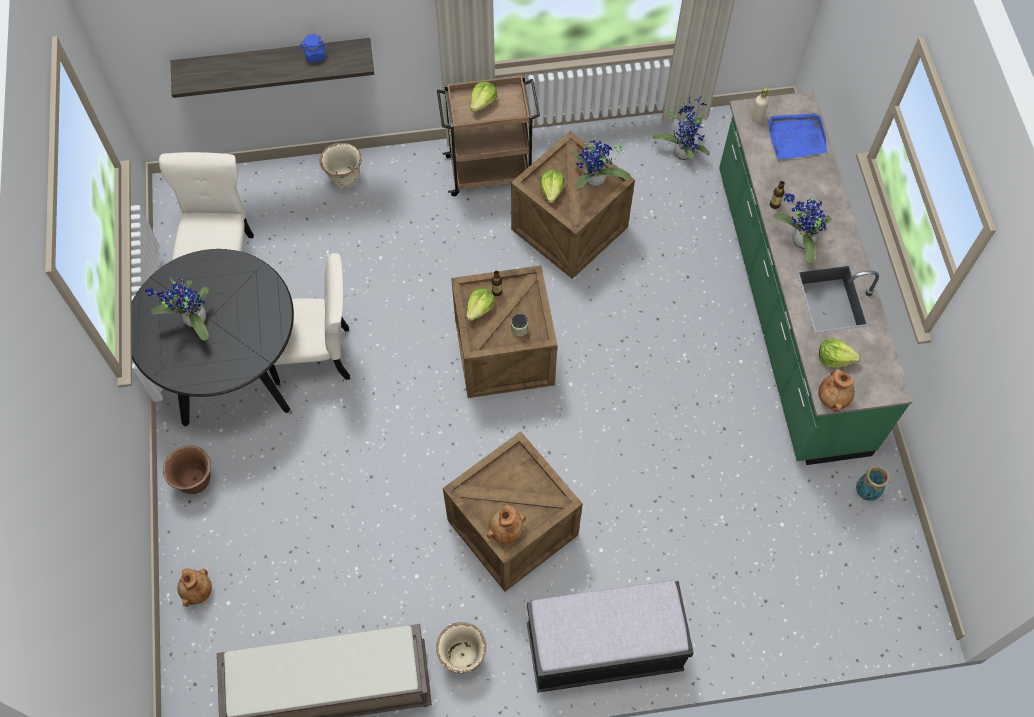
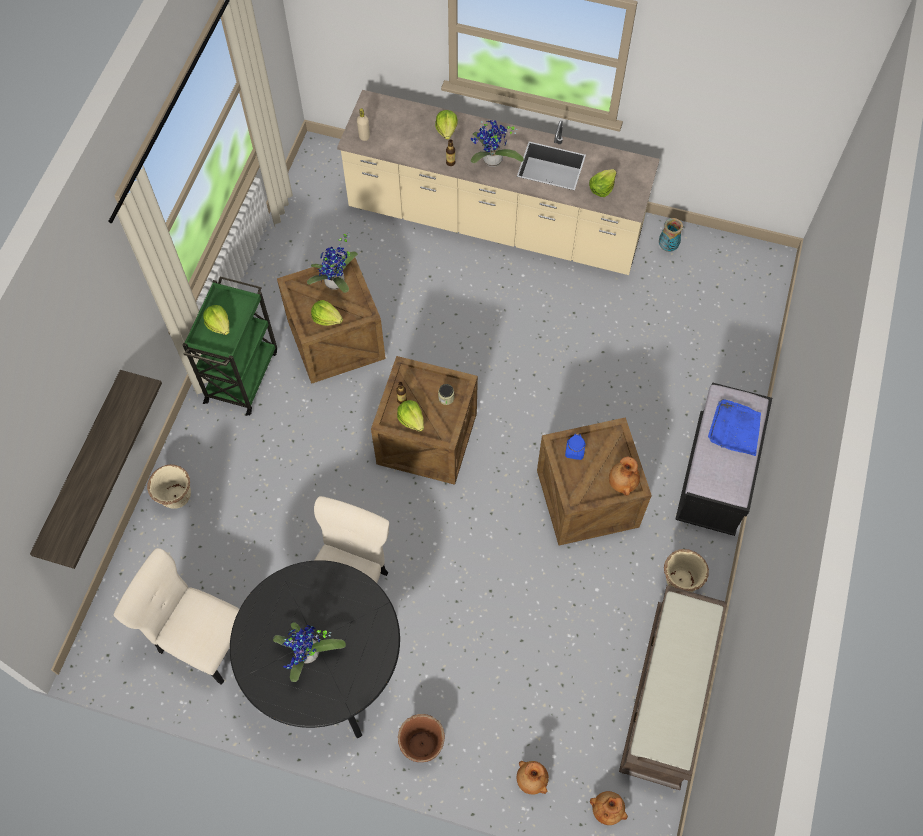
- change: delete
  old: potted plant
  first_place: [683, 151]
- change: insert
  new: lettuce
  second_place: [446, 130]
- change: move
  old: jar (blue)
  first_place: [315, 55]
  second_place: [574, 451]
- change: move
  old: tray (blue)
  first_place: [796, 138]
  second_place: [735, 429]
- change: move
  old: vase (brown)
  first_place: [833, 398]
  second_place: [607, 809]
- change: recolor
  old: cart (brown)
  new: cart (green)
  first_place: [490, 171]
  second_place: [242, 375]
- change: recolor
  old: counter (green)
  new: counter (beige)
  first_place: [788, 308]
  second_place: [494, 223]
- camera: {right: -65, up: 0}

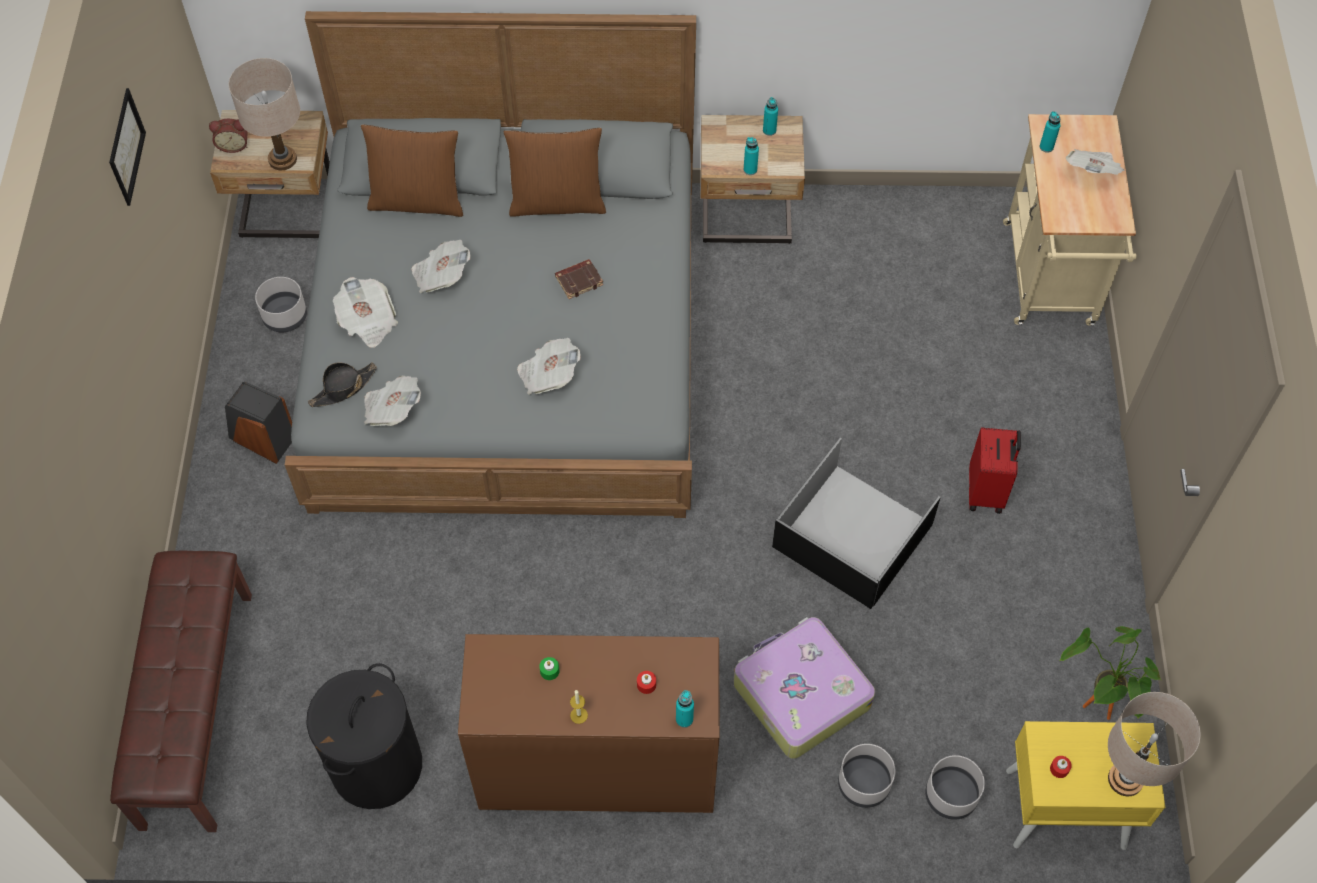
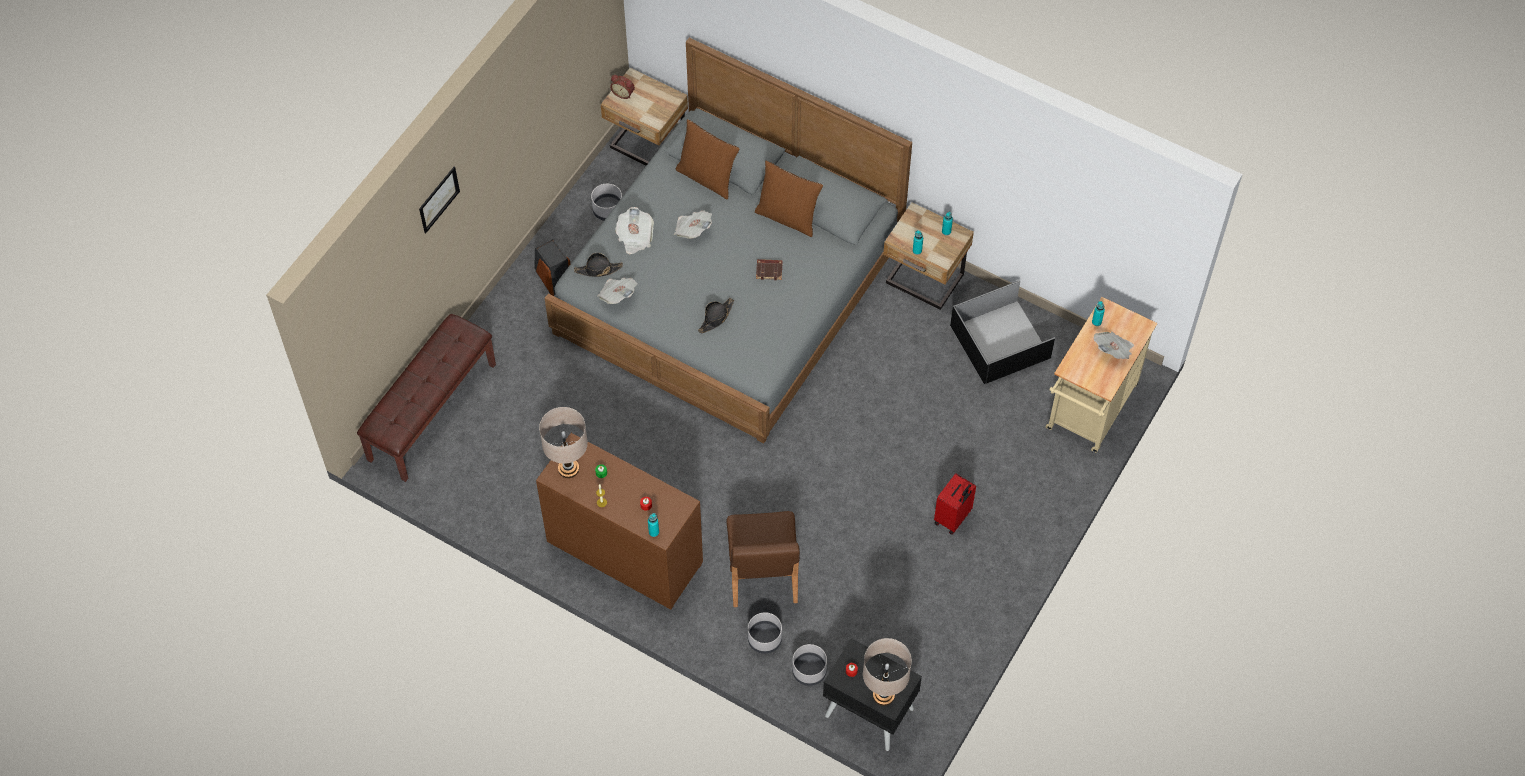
- change: delete
  old: laundry basket (black)
  first_place: [377, 765]
- change: delete
  old: potted plant
  first_place: [1094, 711]
- change: move
  old: picture
  first_place: [126, 147]
  second_place: [439, 199]
- change: move
  old: table lamp (beige)
  first_place: [283, 159]
  second_place: [568, 468]
- change: move
  old: storage box (black)
  first_place: [854, 536]
  second_place: [1001, 342]
- change: replace
  old: newspaper
  new: hat (black)
  first_place: [548, 375]
  second_place: [716, 318]
- change: replace
  old: suitcase
  new: chair (brown)
  first_place: [800, 694]
  second_place: [762, 573]
- change: recolor
  old: nightstand (yellow)
  new: nightstand (black)
  first_place: [1065, 808]
  second_place: [868, 712]
- camera: {right: 30, up: 0}

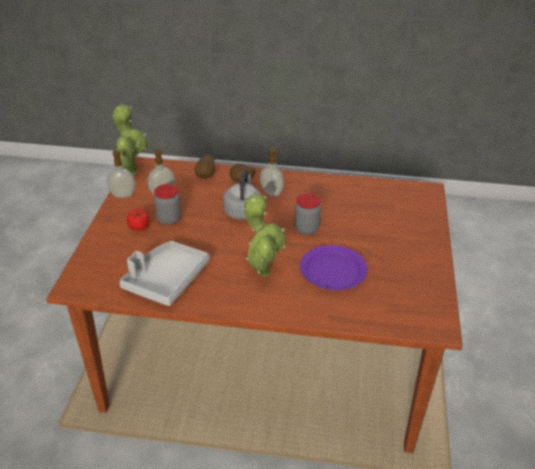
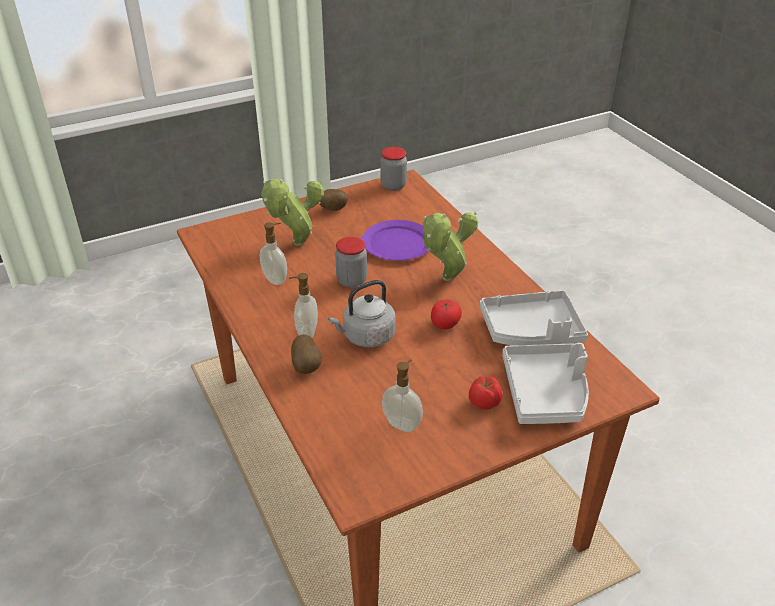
- change: insert
  new: tomato
  second_place: [445, 324]
- change: insert
  new: tray (grey)
  second_place: [546, 393]
- change: move
  old: soap dispenser
  first_place: [123, 195]
  second_place: [276, 279]
- change: move
  old: potted plant
  first_place: [132, 171]
  second_place: [296, 245]
- change: move
  old: jar
  first_place: [169, 219]
  second_place: [393, 185]
- change: move
  old: potato
  first_place: [206, 176]
  second_place: [332, 209]
- camera: {right: -125, up: 0}

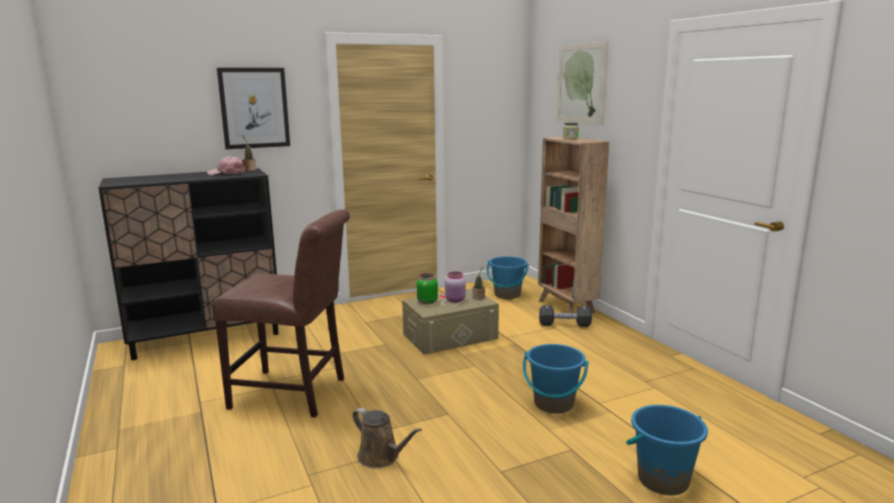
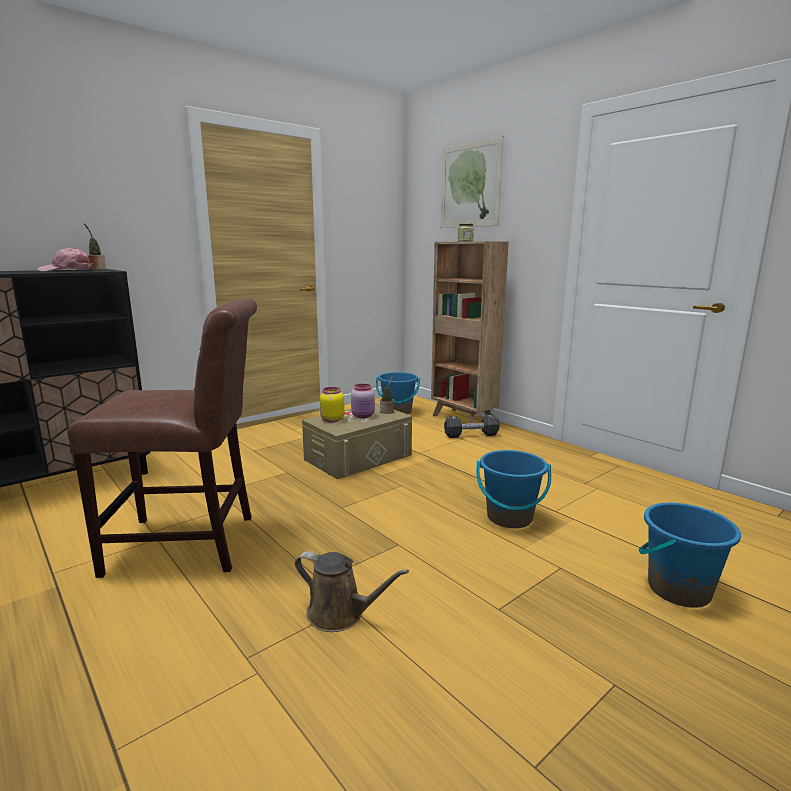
- change: delete
  old: picture
  first_place: [254, 108]
- change: recolor
  old: jar (green)
  new: jar (yellow)
  first_place: [426, 302]
  second_place: [331, 420]
- camera: {right: -15, up: 0}

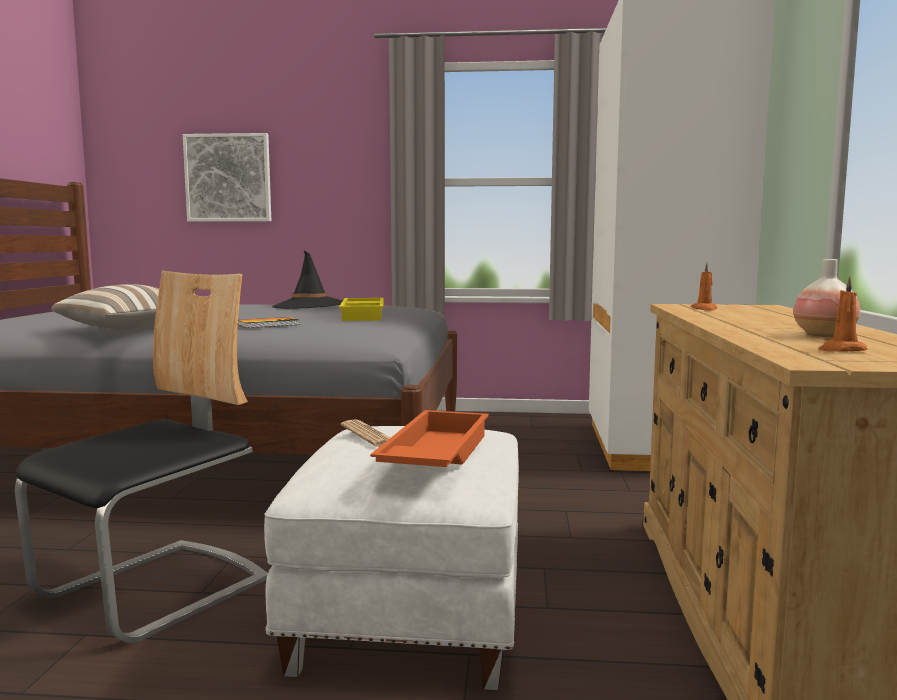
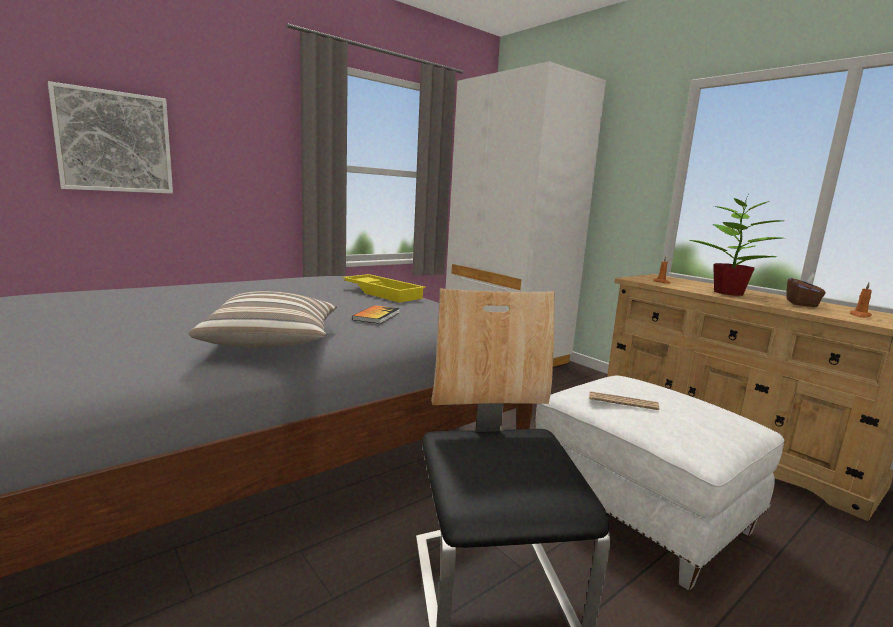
- change: delete
  old: hat (black)
  first_place: [309, 306]
- change: delete
  old: tray (orange)
  first_place: [433, 454]
- change: insert
  new: potted plant
  second_place: [729, 293]
- change: replace
  old: vase
  new: tissue box (brown)
  first_place: [824, 335]
  second_place: [802, 303]
- camera: {right: -45, up: 5}

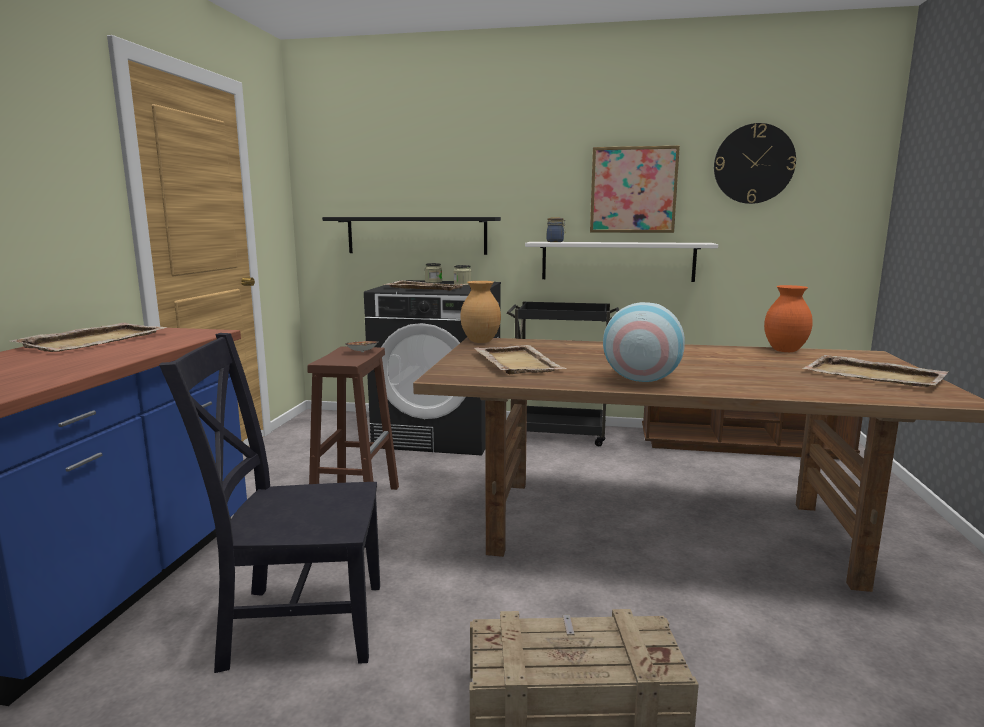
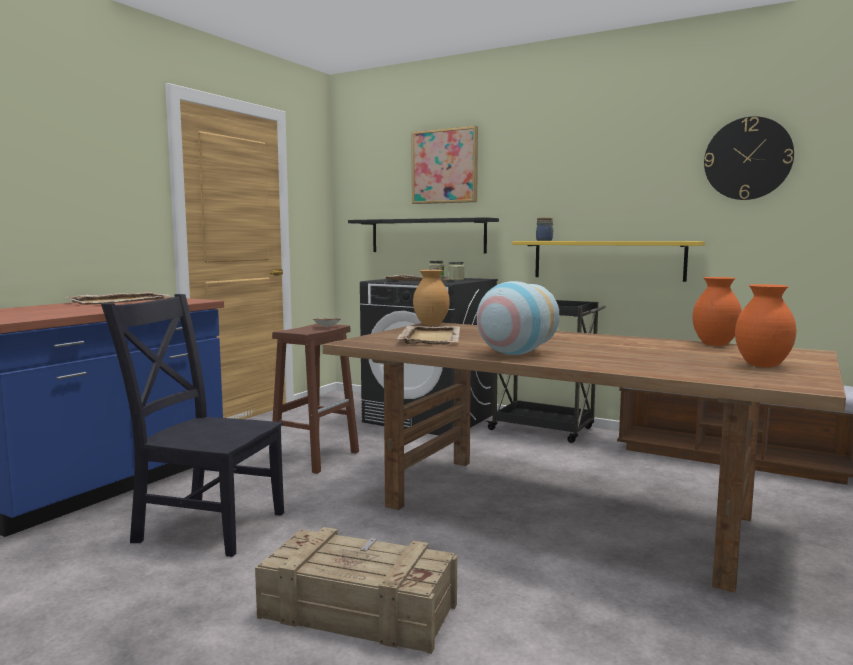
- change: move
  old: picture
  first_place: [633, 190]
  second_place: [445, 166]
- change: replace
  old: tray (beige)
  new: vase (orange)
  first_place: [874, 376]
  second_place: [763, 366]
- change: recolor
  old: shelf (white)
  new: shelf (yellow)
  first_place: [617, 261]
  second_place: [607, 260]
- camera: {right: 20, up: -5}

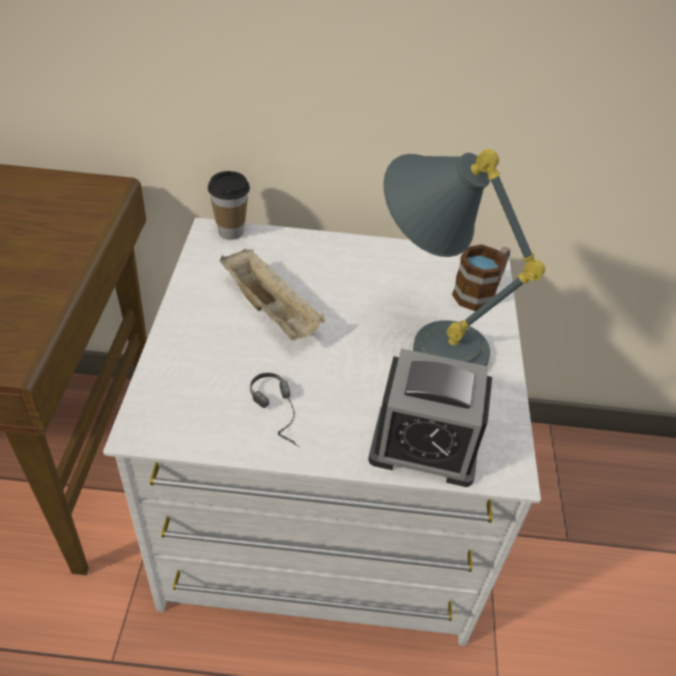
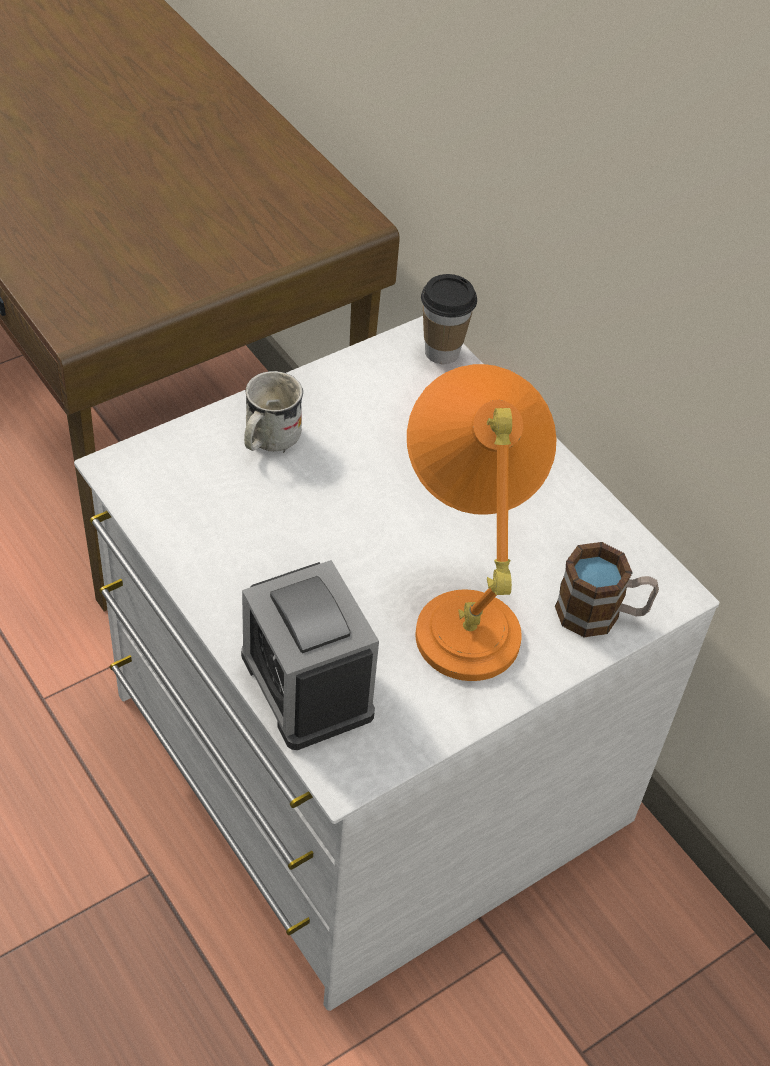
- change: delete
  old: tray (beige)
  first_place: [272, 311]
- change: delete
  old: headphones
  first_place: [284, 417]
- change: insert
  new: mug (white)
  second_place: [267, 440]
- change: recolor
  old: table lamp (grey)
  new: table lamp (orange)
  first_place: [425, 339]
  second_place: [463, 605]
- camera: {right: 50, up: 5}

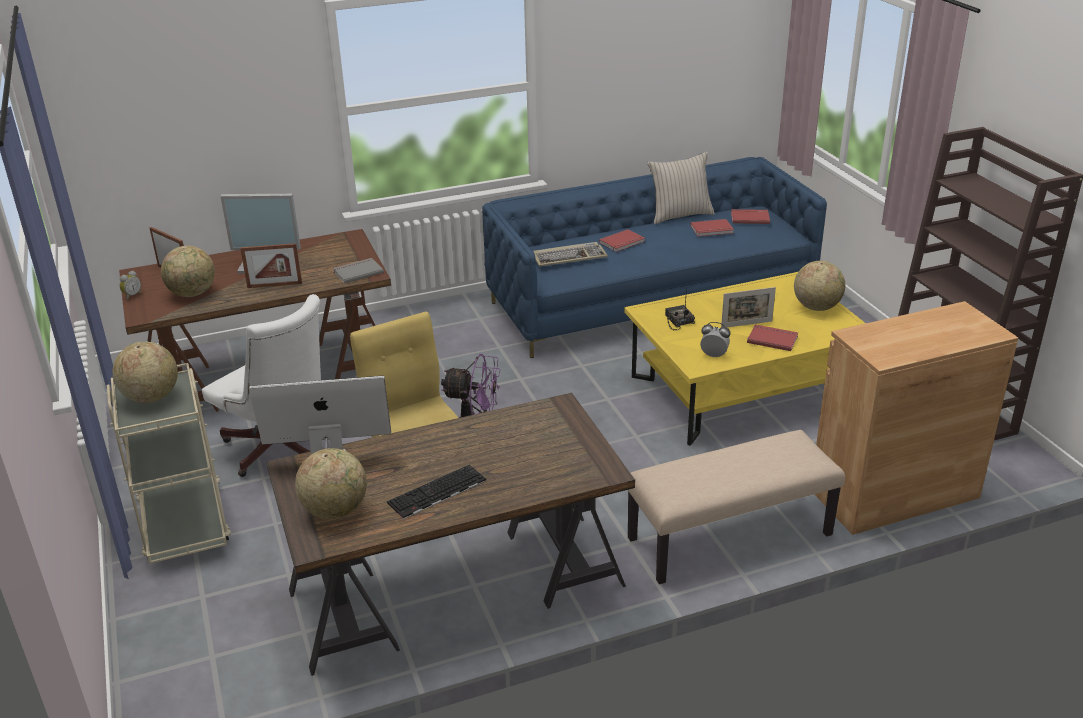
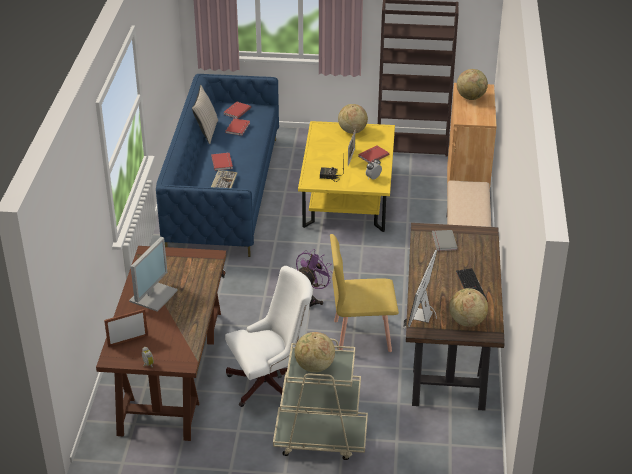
- change: delete
  old: picture frame
  first_place: [274, 285]
- change: move
  old: globe
  first_place: [193, 294]
  second_place: [471, 97]
- change: move
  old: book (grey)
  first_place: [357, 272]
  second_place: [443, 241]
- camera: {right: -65, up: 5}

